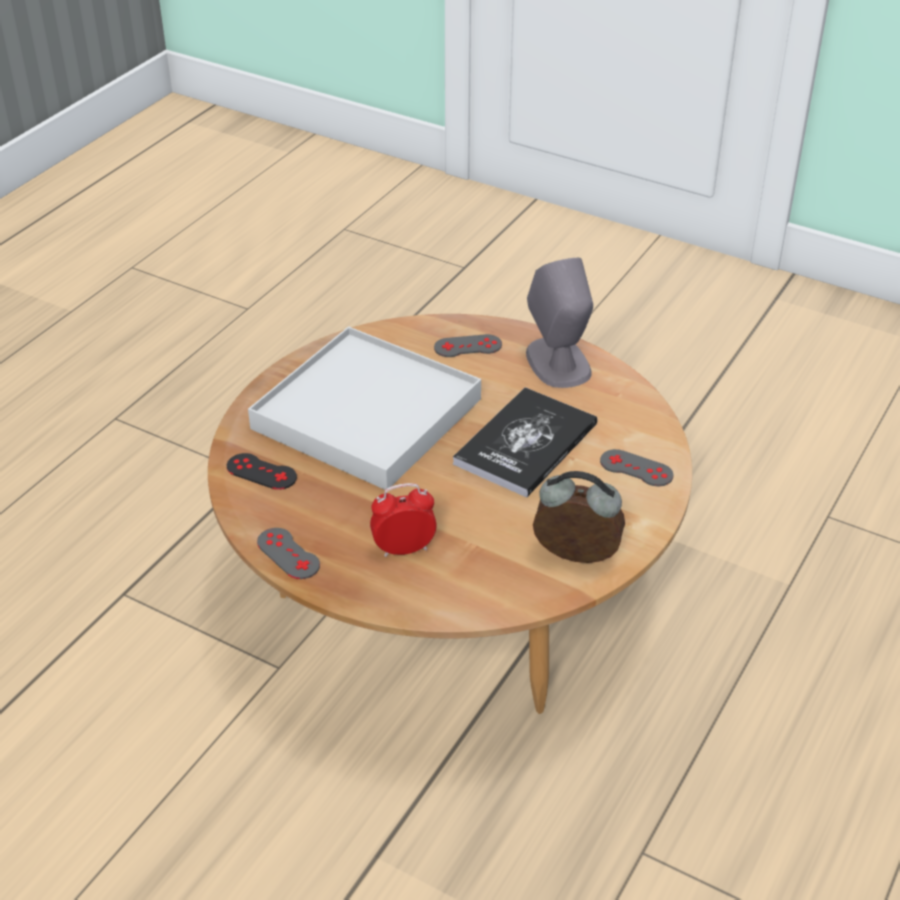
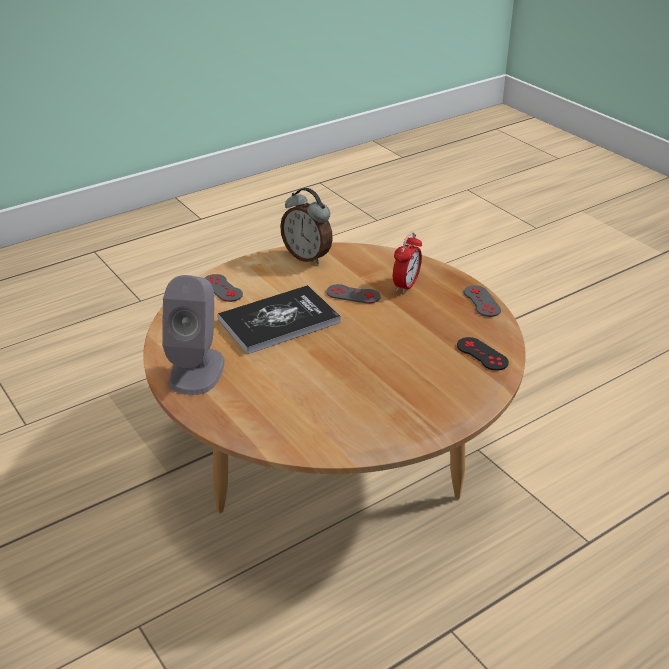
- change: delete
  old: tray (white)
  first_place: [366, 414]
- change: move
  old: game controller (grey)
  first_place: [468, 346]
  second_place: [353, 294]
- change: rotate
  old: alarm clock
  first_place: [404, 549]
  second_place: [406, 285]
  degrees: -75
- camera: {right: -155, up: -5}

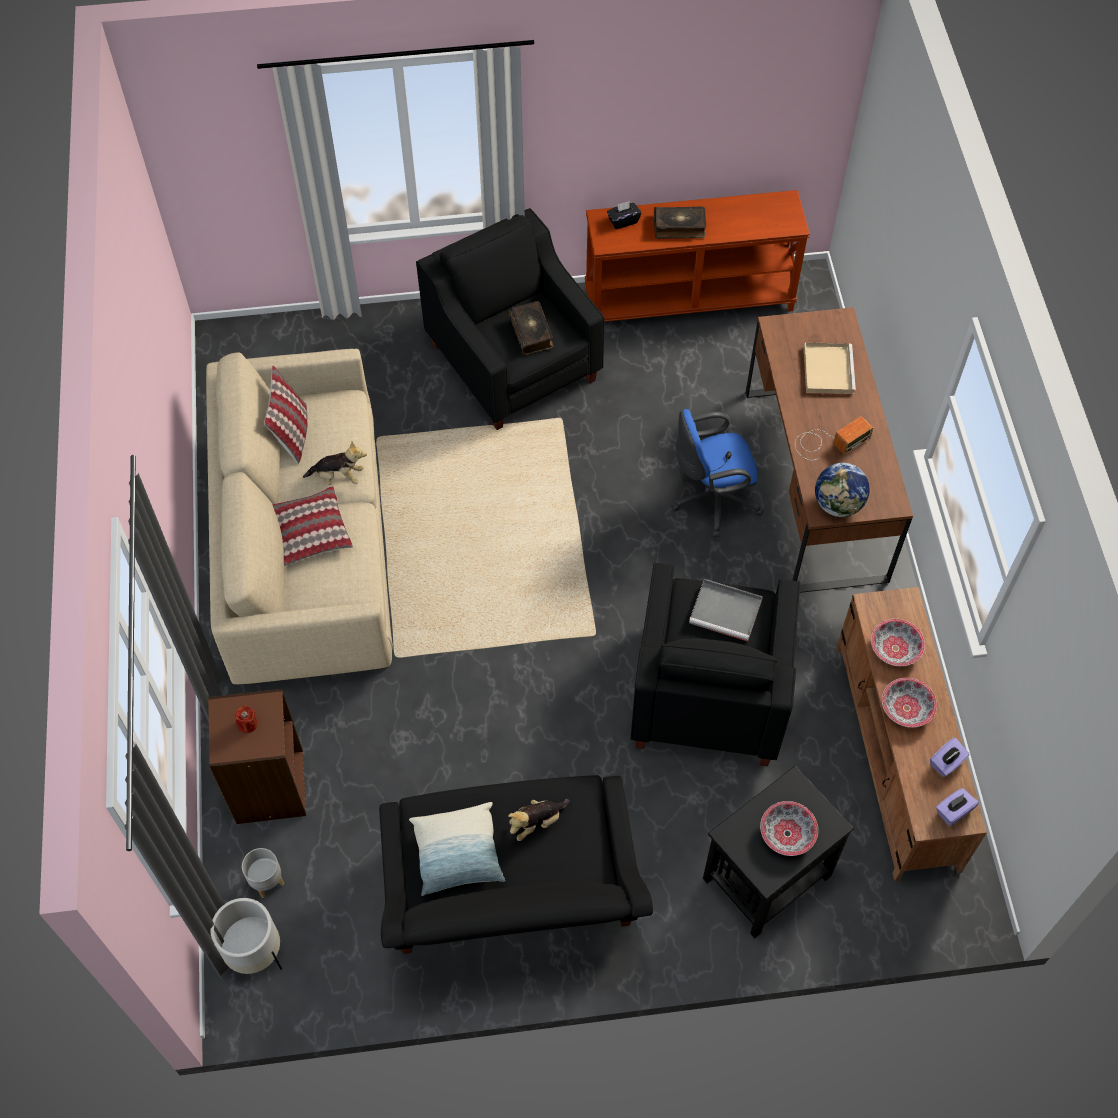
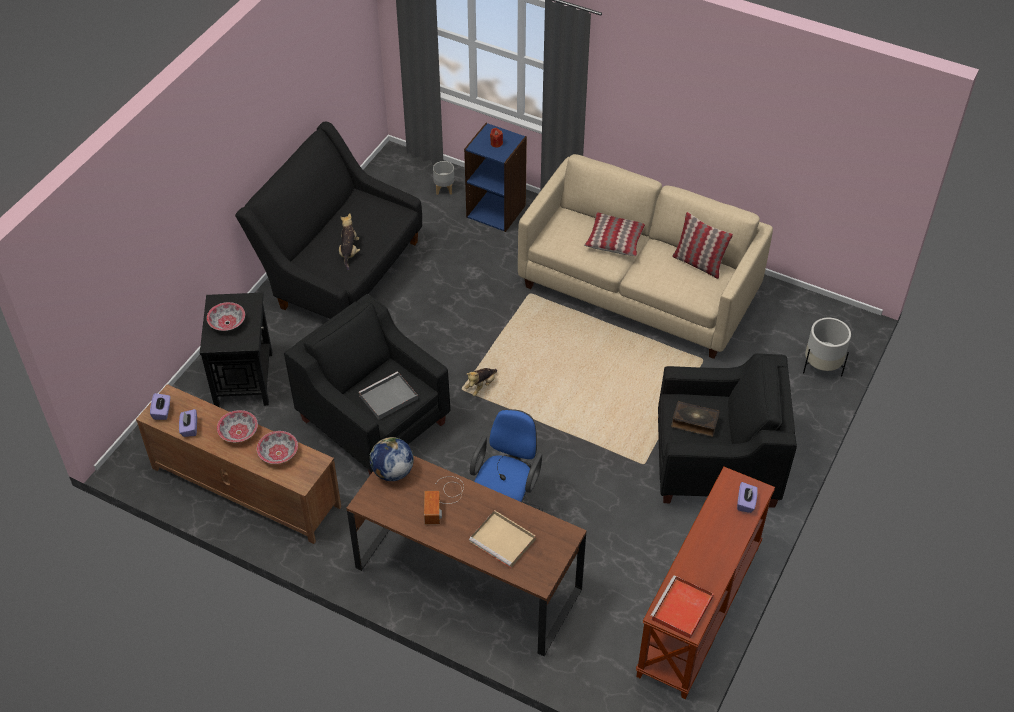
- change: delete
  old: pillow
  first_place: [458, 854]
- change: delete
  old: book
  first_place: [679, 227]
- change: insert
  new: tray (red)
  second_place: [681, 609]
- change: move
  old: planter (white)
  first_place: [254, 952]
  second_place: [822, 366]
- change: move
  old: plush toy
  first_place: [338, 477]
  second_place: [481, 386]
- change: recolor
  old: bookcase (brown)
  new: bookcase (blue)
  first_place: [268, 787]
  second_place: [496, 211]
- change: recolor
  old: tissue box (black)
  new: tissue box (purple)
  first_place: [623, 221]
  second_place: [746, 503]
- camera: {right: 125, up: -10}

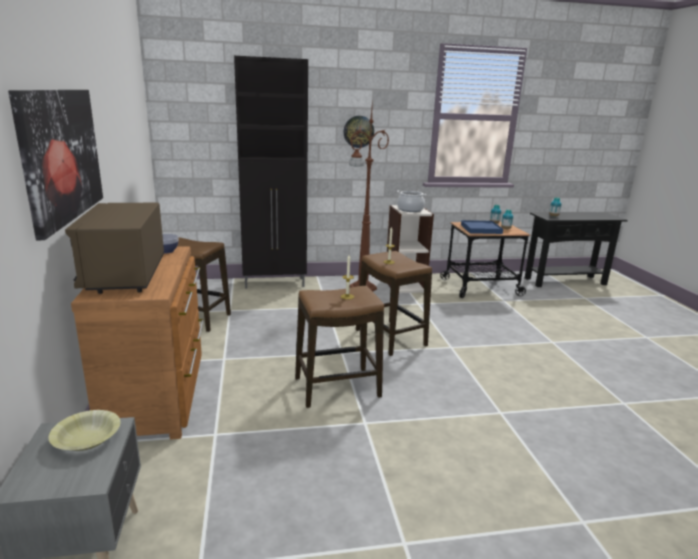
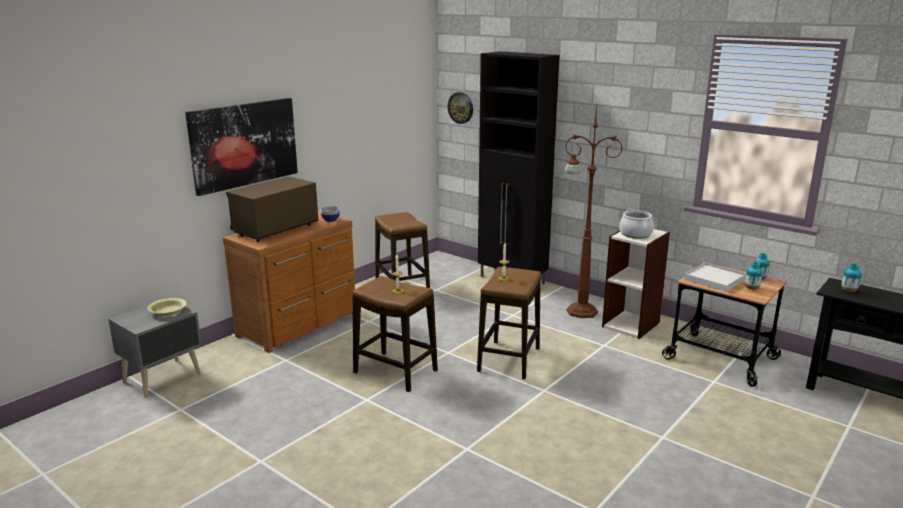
- change: move
  old: wall clock
  first_place: [358, 131]
  second_place: [460, 108]
- change: recolor
  old: tray (blue)
  new: tray (white)
  first_place: [481, 229]
  second_place: [714, 279]
- camera: {right: 50, up: 0}

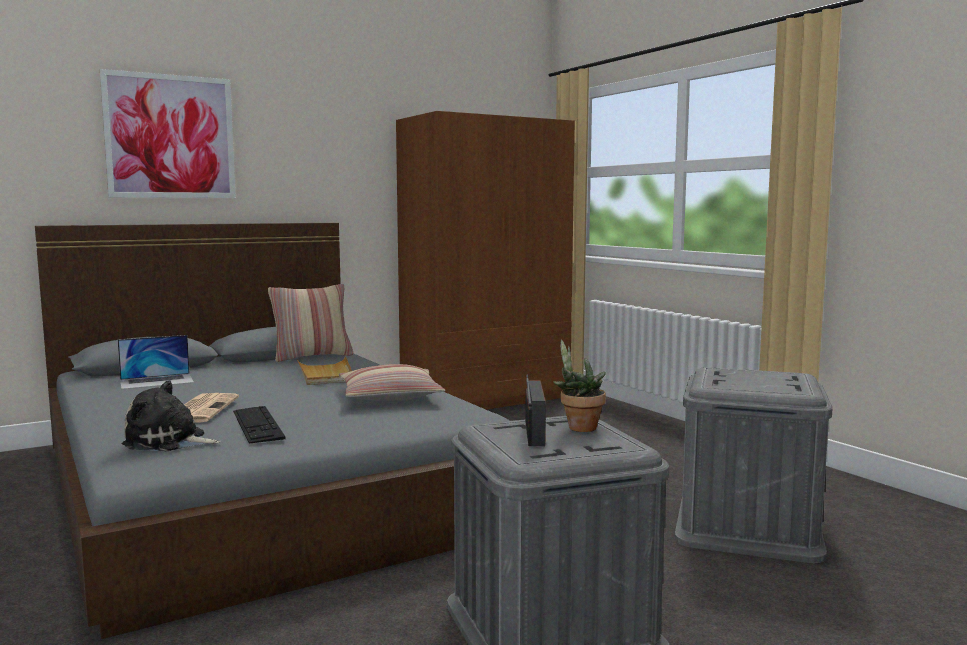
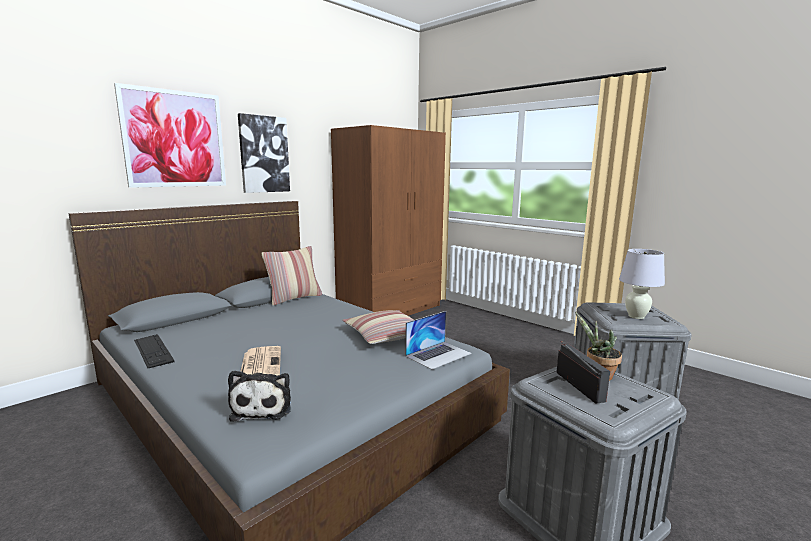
- change: delete
  old: tray (beige)
  first_place: [325, 374]
- change: insert
  new: picture
  second_place: [264, 154]
- change: insert
  new: table lamp (white)
  second_place: [636, 316]
- change: move
  old: laptop
  first_place: [157, 381]
  second_place: [438, 354]
- change: move
  old: keyboard
  first_place: [257, 424]
  second_place: [153, 350]
- change: rotate
  old: plush toy
  first_place: [168, 442]
  second_place: [263, 407]
  degrees: -90
- camera: {right: -15, up: 5}

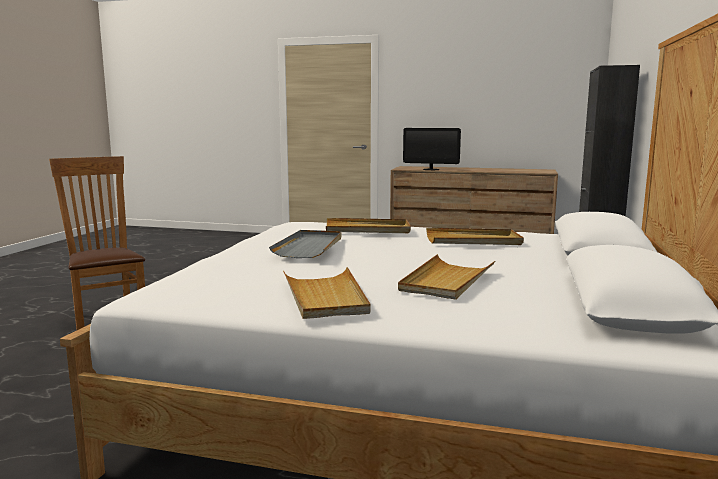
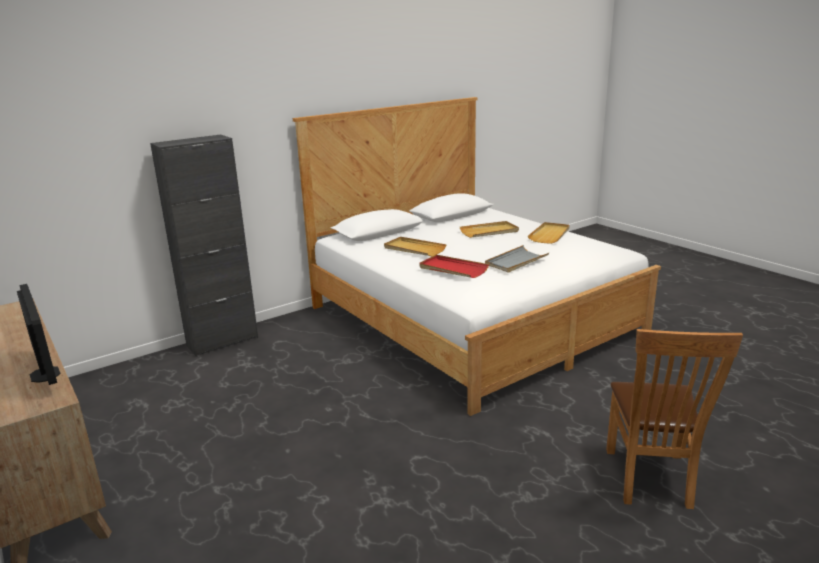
- change: recolor
  old: tray (beige)
  new: tray (red)
  first_place: [367, 229]
  second_place: [453, 269]
- camera: {right: -140, up: 10}

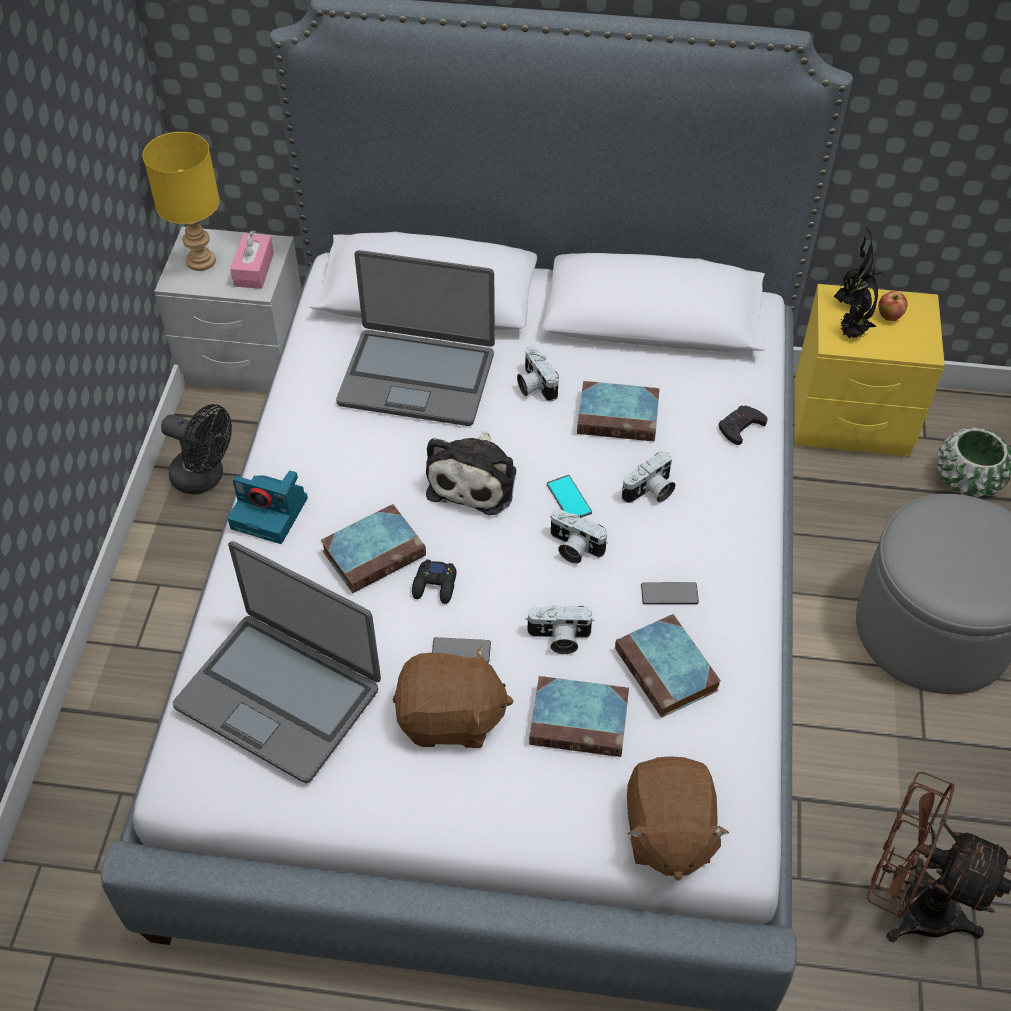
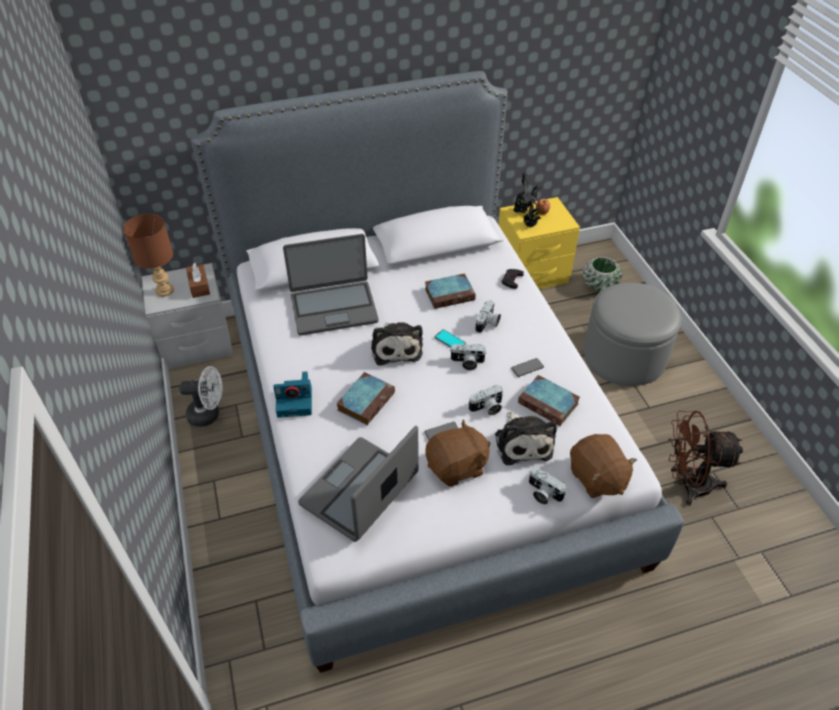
- change: delete
  old: game controller (black)
  first_place: [435, 585]
- change: move
  old: photo camera
  first_place: [534, 385]
  second_place: [543, 493]
- change: replace
  old: book
  new: plush toy
  first_place: [581, 720]
  second_place: [522, 442]
- change: recolor
  old: table lamp (yellow)
  new: table lamp (brown)
  first_place: [202, 260]
  second_place: [165, 290]
- change: recolor
  old: fan (black)
  new: fan (white)
  first_place: [205, 478]
  second_place: [209, 414]
- change: recolor
  old: tissue box (pink)
  new: tissue box (brown)
  first_place: [254, 269]
  second_place: [199, 286]
- change: rotate
  old: laptop
  first_place: [280, 695]
  second_place: [360, 490]
  degrees: 120
- camera: {right: -25, up: -5}

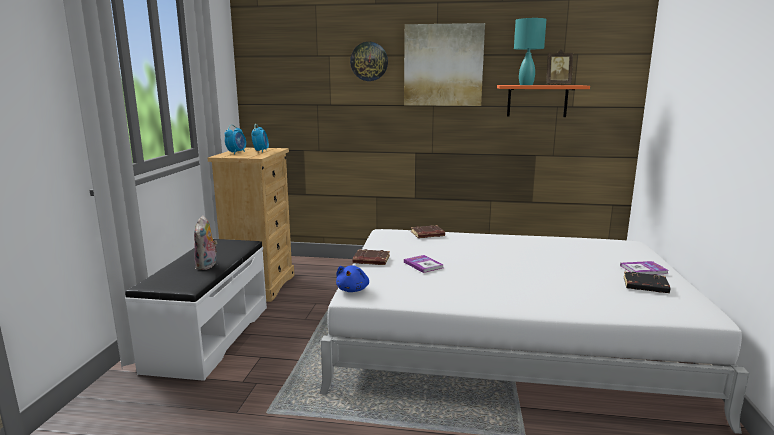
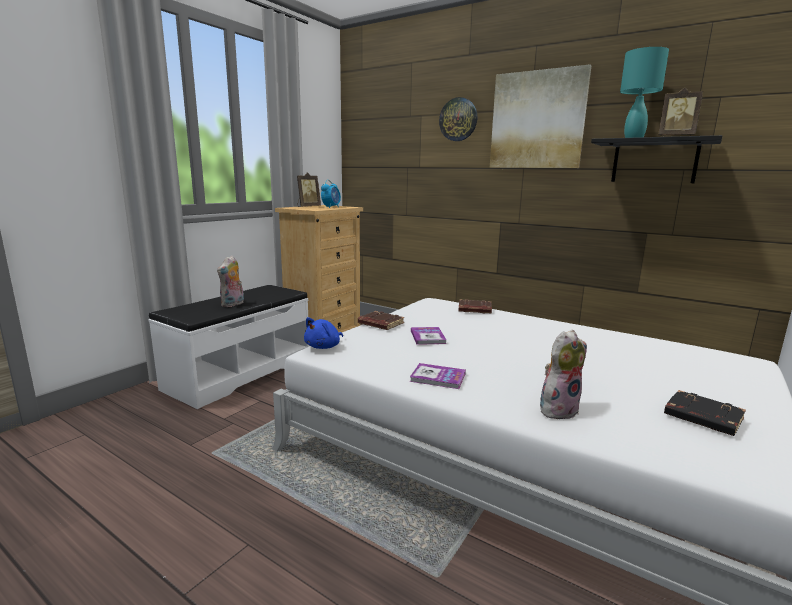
- change: insert
  new: plush toy
  second_place: [558, 409]
- change: move
  old: book
  first_place: [643, 269]
  second_place: [438, 377]
- change: replace
  old: alarm clock
  new: picture frame
  first_place: [236, 153]
  second_place: [308, 207]
- change: recolor
  old: shelf (orange)
  new: shelf (black)
  first_place: [537, 101]
  second_place: [654, 161]
- camera: {right: 25, up: 0}

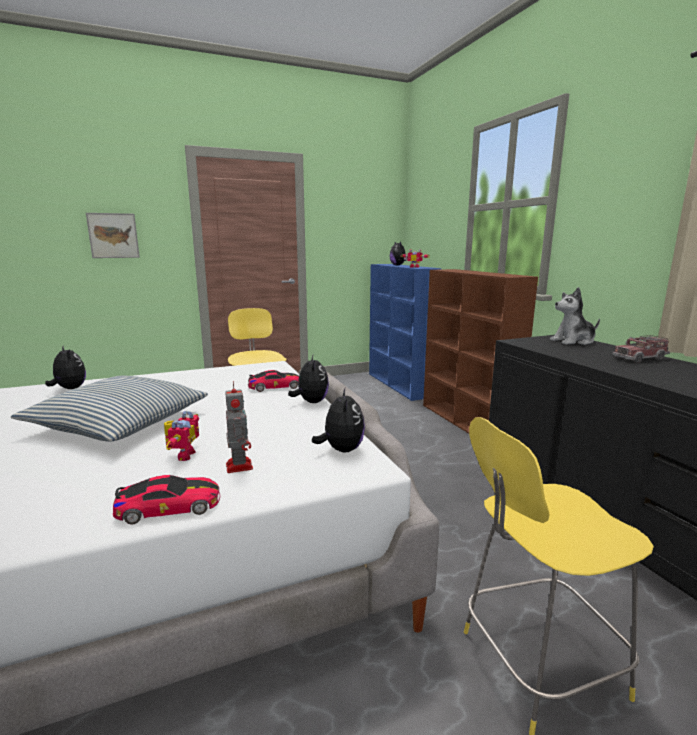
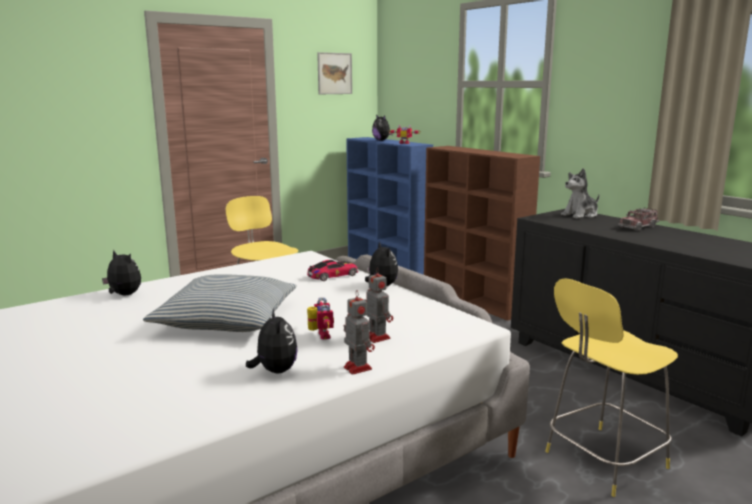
- change: move
  old: picture
  first_place: [113, 235]
  second_place: [334, 73]
- change: move
  old: plush toy
  first_place: [341, 450]
  second_place: [275, 371]
- change: replace
  old: toy car
  new: toy robot
  first_place: [169, 507]
  second_place: [357, 367]
- camera: {right: -15, up: 0}

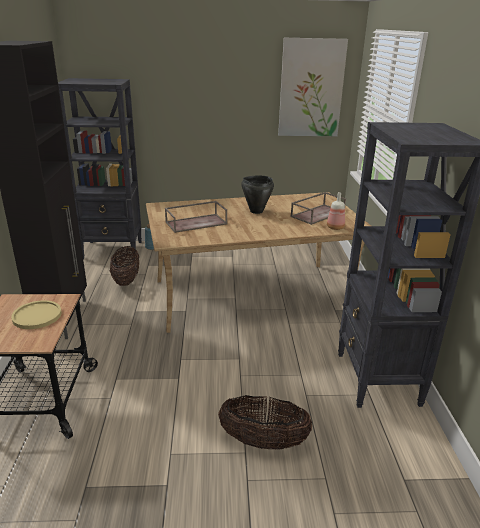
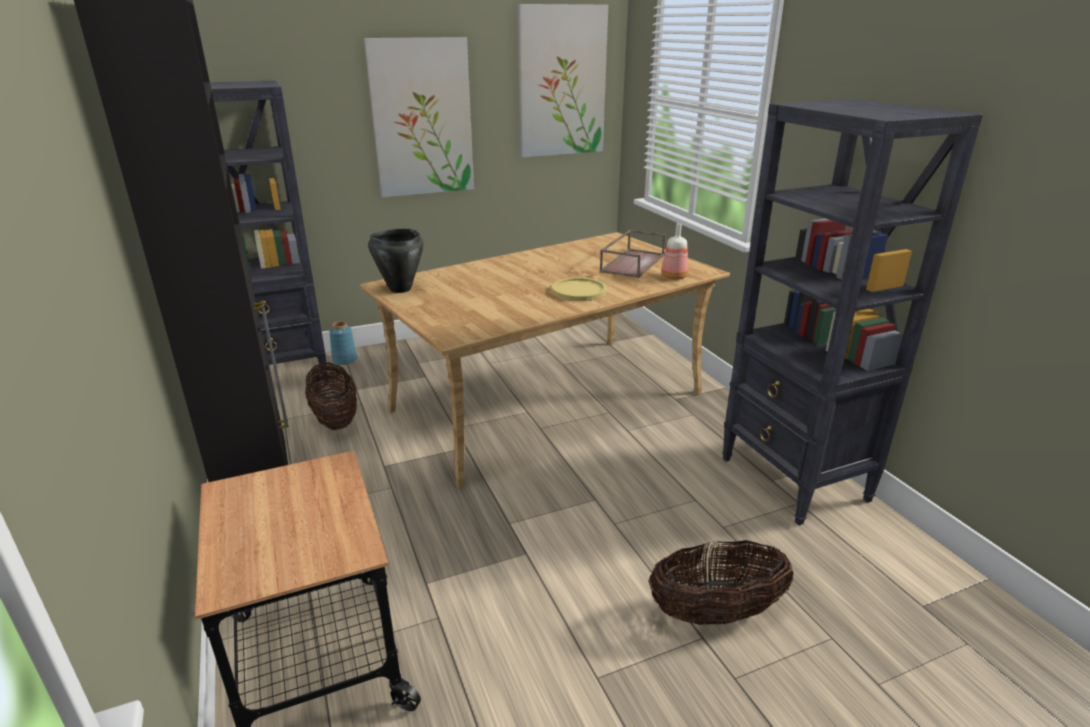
- change: delete
  old: tray (brown)
  first_place: [196, 223]
- change: insert
  new: picture
  second_place: [422, 118]
- change: move
  old: plate (yellow)
  first_place: [37, 316]
  second_place: [579, 291]
- change: move
  old: cooking pot (black)
  first_place: [256, 211]
  second_place: [399, 289]
- camera: {right: -20, up: 0}

